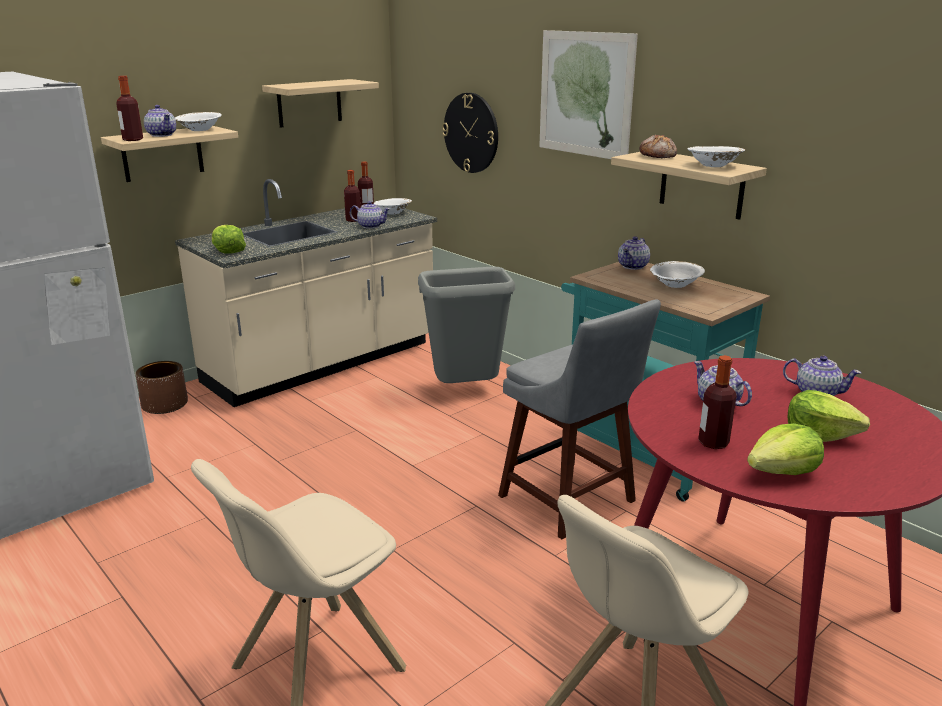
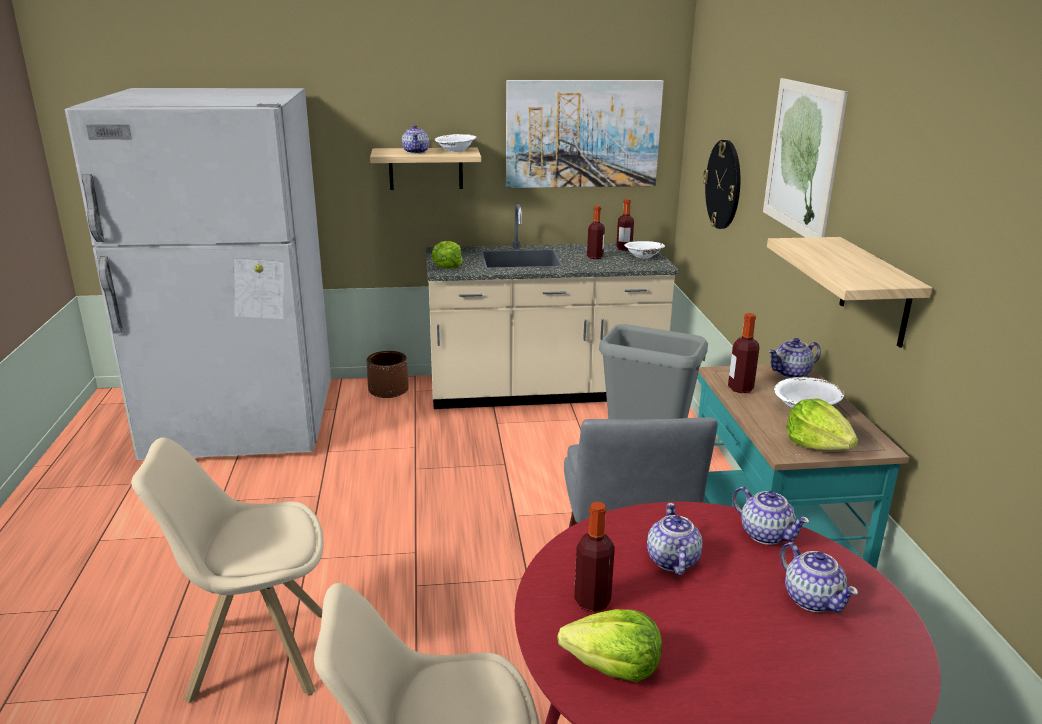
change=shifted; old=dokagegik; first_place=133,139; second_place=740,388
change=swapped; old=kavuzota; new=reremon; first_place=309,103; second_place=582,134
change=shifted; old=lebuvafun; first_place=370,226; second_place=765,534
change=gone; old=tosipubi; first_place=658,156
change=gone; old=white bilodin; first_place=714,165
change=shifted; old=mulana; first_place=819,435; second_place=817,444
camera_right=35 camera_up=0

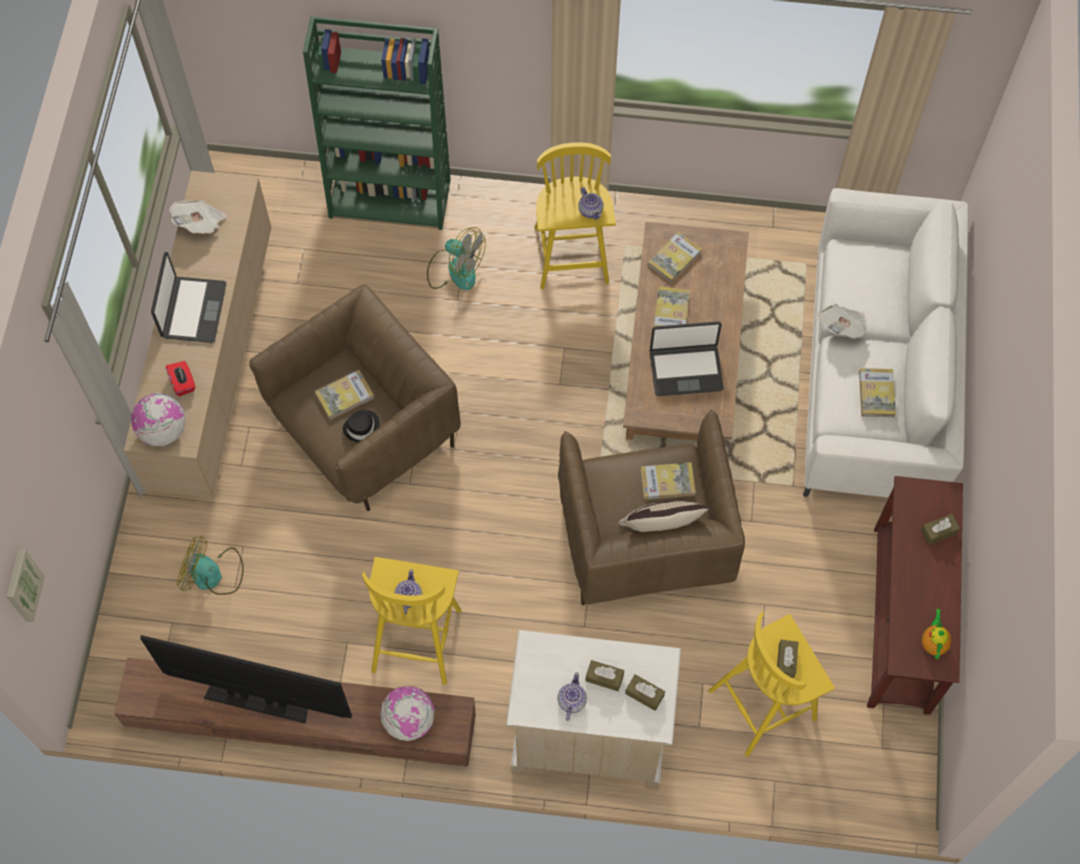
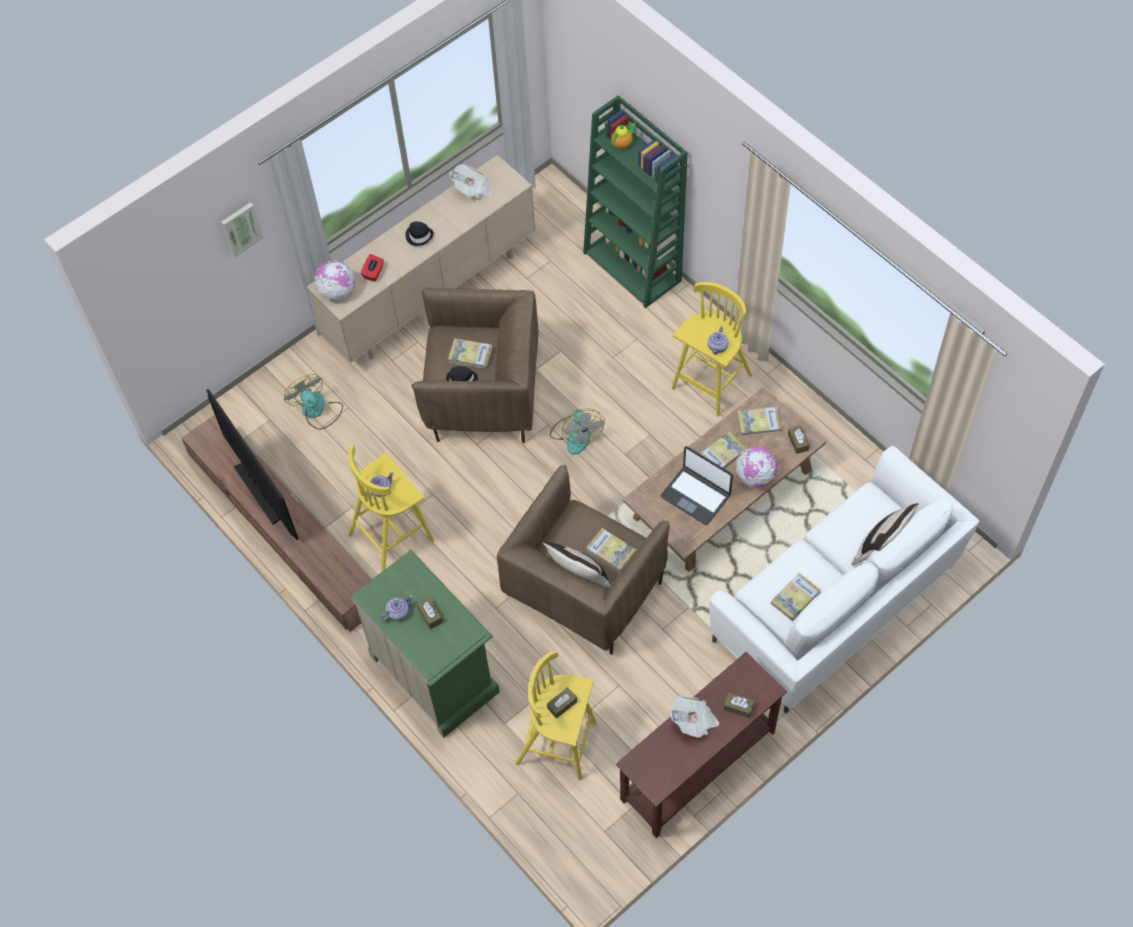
change=shifted; old=reremon; first_place=22,585; second_place=241,228
change=swapped; old=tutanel; new=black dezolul; first_place=193,310; second_place=419,236
change=shifted; old=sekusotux; first_place=409,720; second_place=755,476
change=shifted; old=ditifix; first_place=455,269; second_place=576,434
change=repainted; old=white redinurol; new=green redinurol; first_place=589,736; second_place=434,673
change=shifted; old=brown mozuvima; first_place=644,694; second_place=798,442
change=shifted; old=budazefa; first_place=842,327; second_place=694,721
change=shifted; old=lebuvafun; first_place=933,642; second_place=623,143
change=new; new=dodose; second_place=880,549
camera_right=45 camera_up=-5

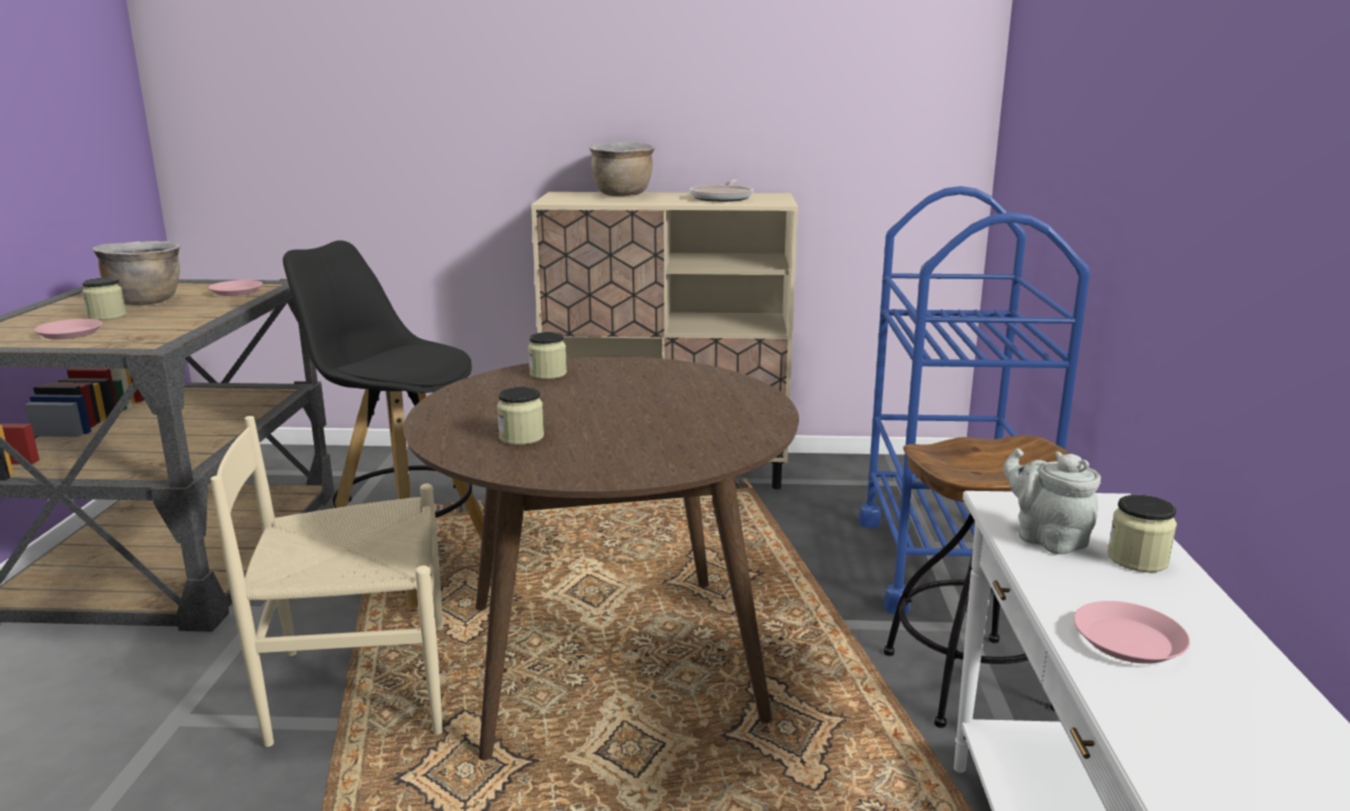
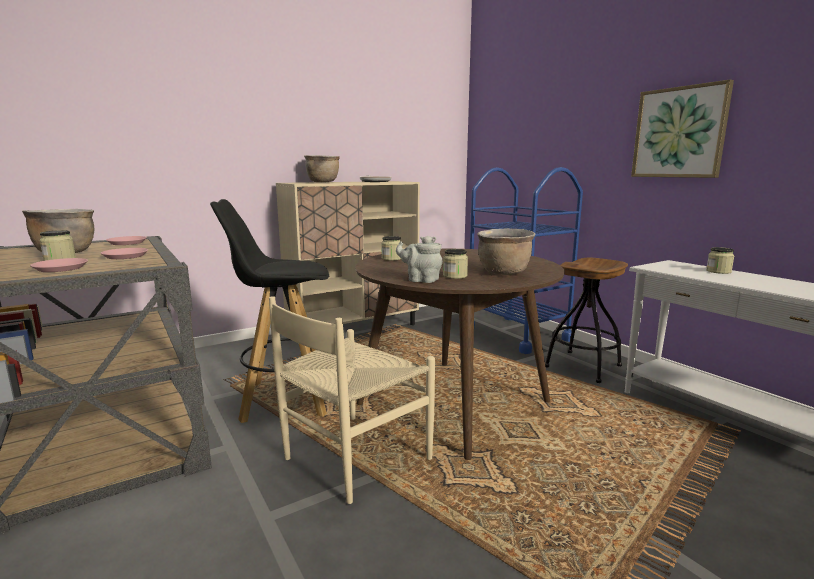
change=shifted; old=grey lebuvafun; first_place=1046,539; second_place=421,280
change=shifted; old=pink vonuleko; first_place=1127,641; second_place=125,256
change=new; new=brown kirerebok; second_place=503,273
change=new; new=reremon; second_place=679,133
camera_right=-35 camera_up=-5

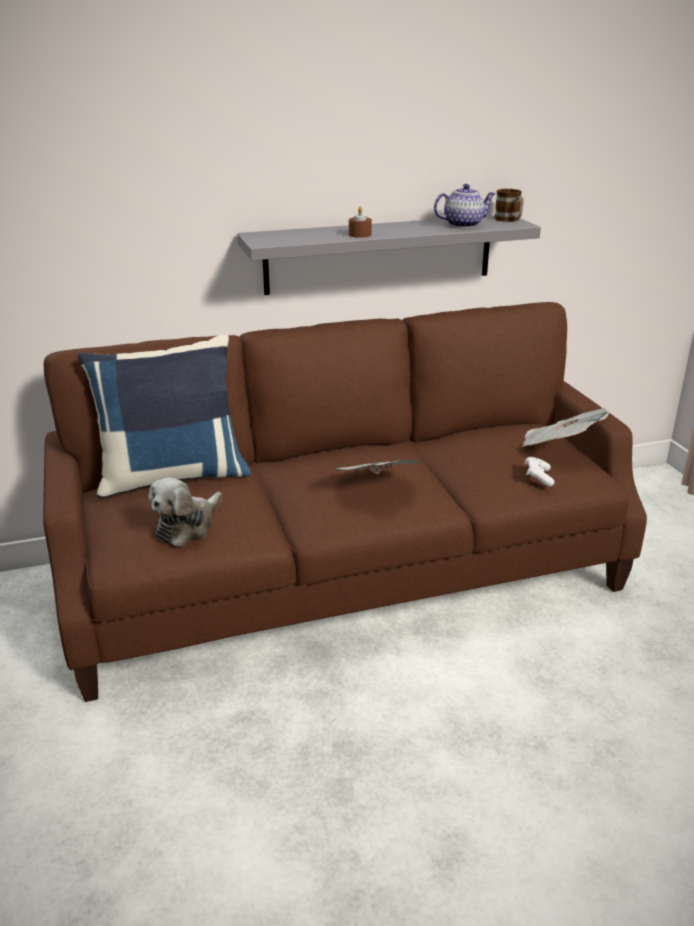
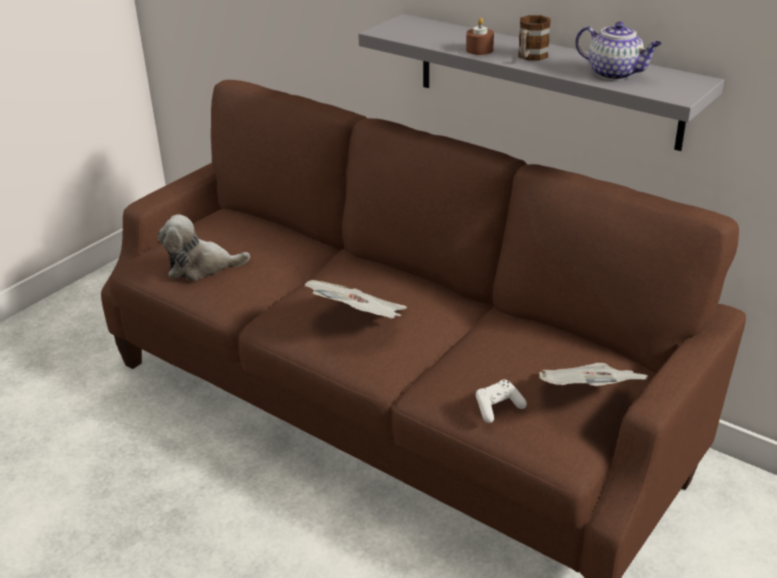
change=gone; old=blue dodose; first_place=173,476
change=shifted; old=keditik; first_place=509,220; second_place=530,57
camera_right=55 camera_up=5

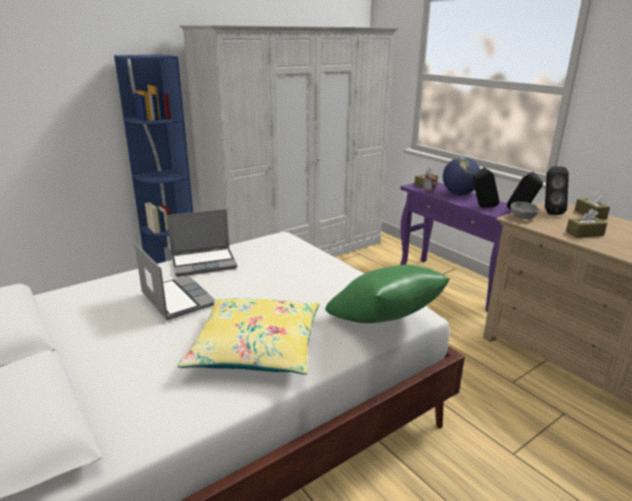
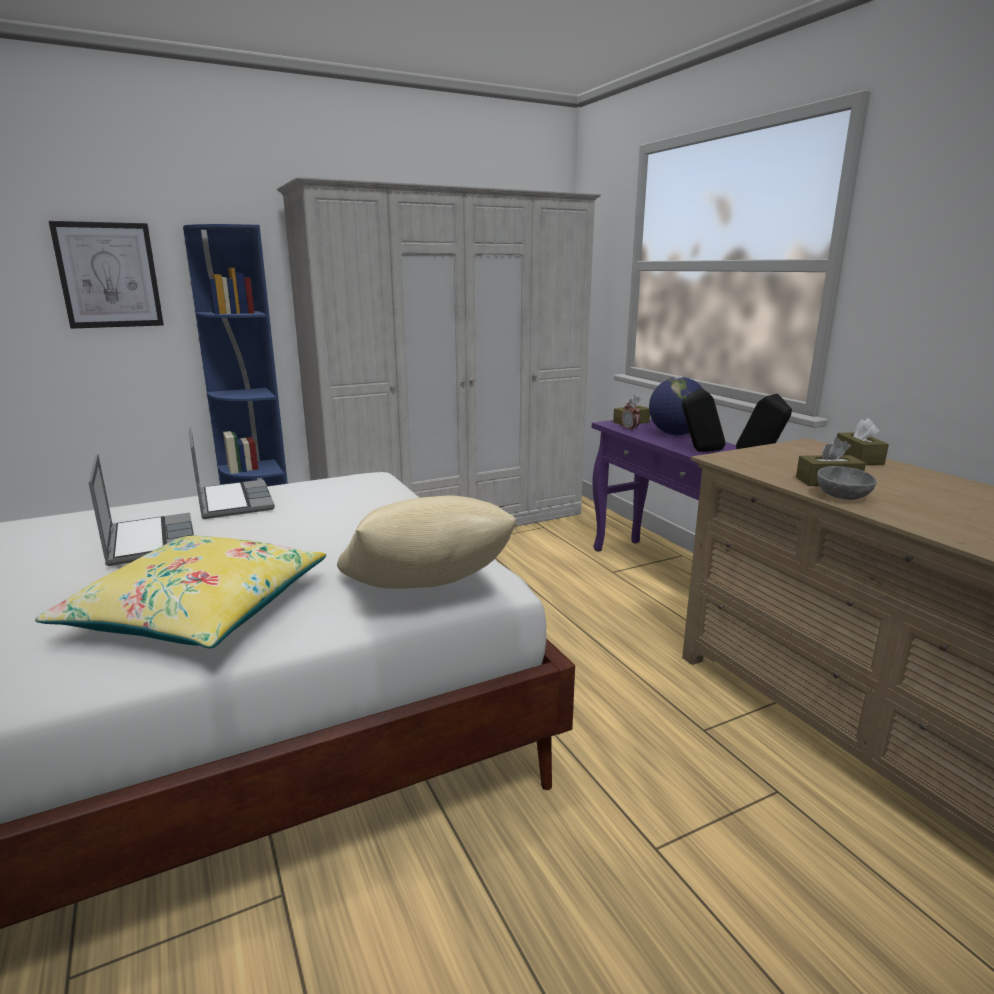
change=rotated; old=tutanel; first_place=204,263; second_place=233,501; degrees=-105
change=repainted; old=green dodose; new=beige dodose; first_place=384,323; second_place=425,593
change=shifted; old=grey bilodin; first_place=523,217; second_place=844,497
change=gone; old=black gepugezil; first_place=549,212
change=new; new=reremon; second_place=109,275
camera_right=10 camera_up=-5

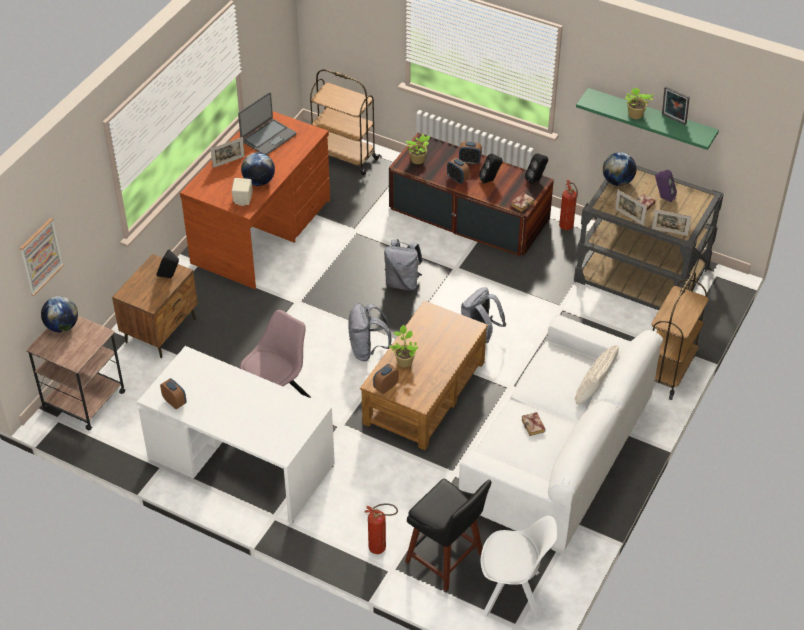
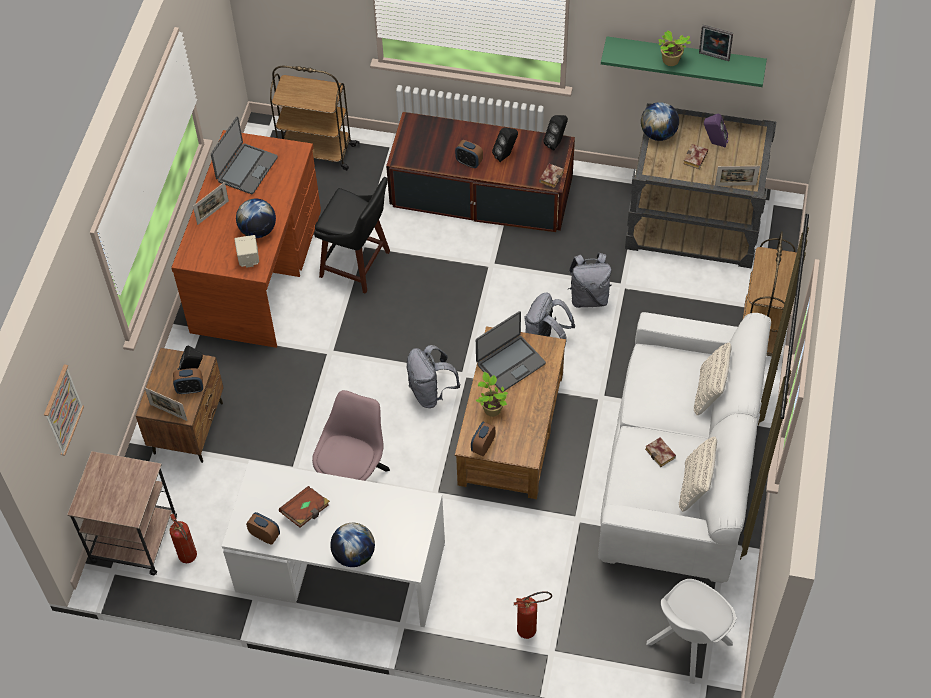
change=shifted; old=sekusotux; first_place=62,326; second_place=354,555
change=shifted; old=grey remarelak; first_place=402,282; second_place=589,297
change=gone; old=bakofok; first_place=418,160
change=shifted; old=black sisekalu; first_place=447,560; second_place=358,265
change=shifted; old=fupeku; first_place=470,161; second_place=190,389
change=rotated; old=white sisekalu; first_place=512,594; second_place=688,644; degrees=150
change=shifted; old=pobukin; first_place=567,228; second_place=190,559
change=shifted; old=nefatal; first_place=629,217; second_place=168,412
change=new; new=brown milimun; second_place=306,511
change=new; new=tutanel; second_place=510,363
change=new; new=beige dodose; second_place=695,488
camera_right=-15 camera_up=10

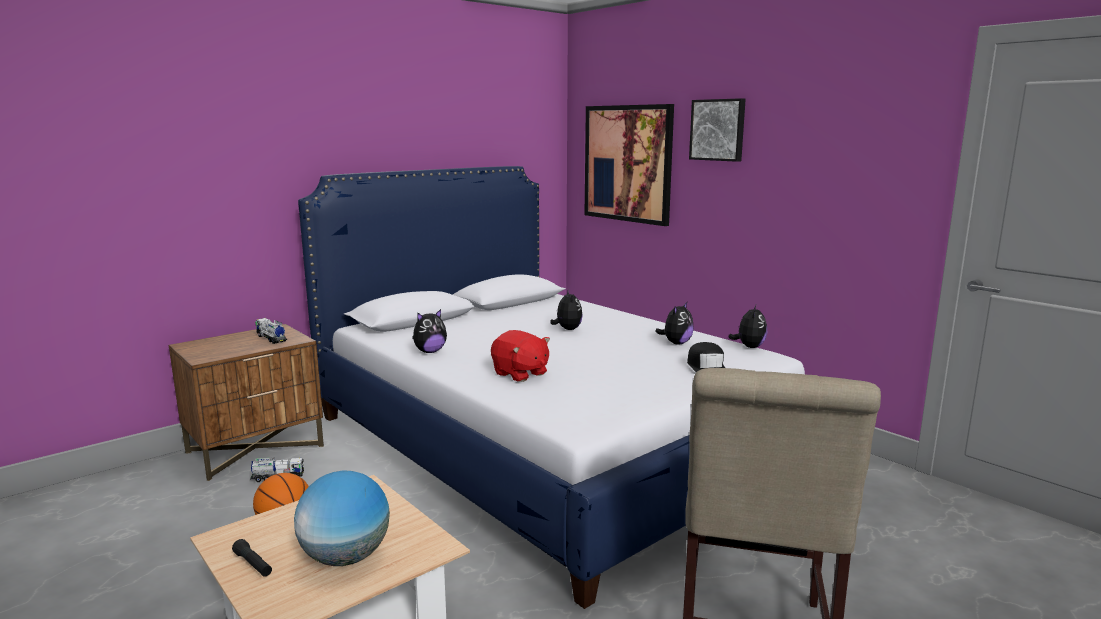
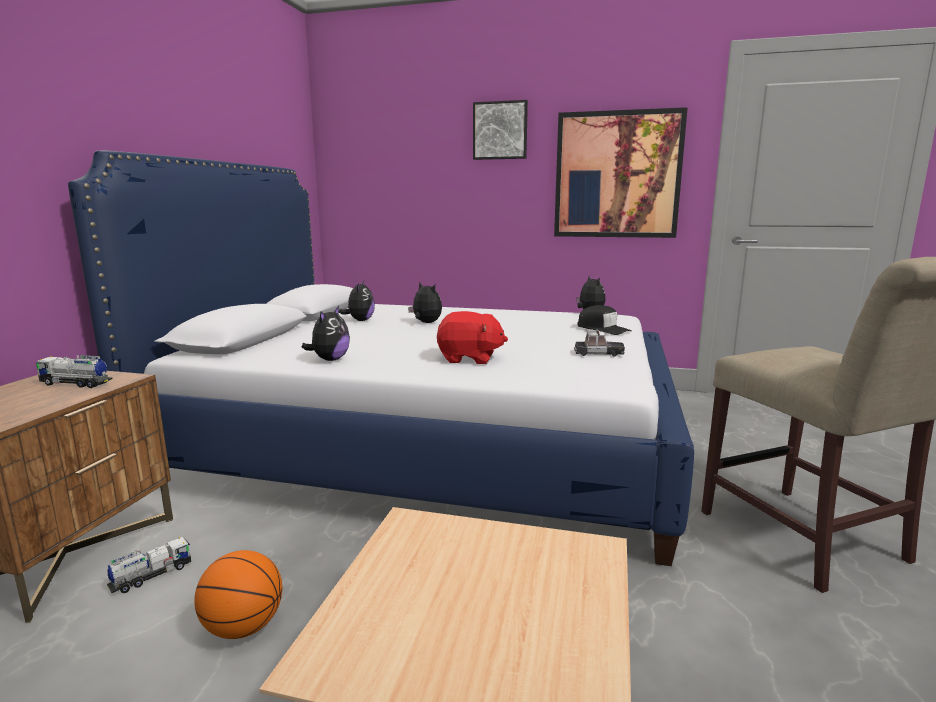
change=gone; old=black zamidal; first_place=253,564
change=gone; old=sekusotux; first_place=346,557
change=shifted; old=reremon; first_place=627,163; second_place=617,175
change=shifted; old=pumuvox; first_place=676,343; second_place=360,320
change=new; new=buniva; second_place=598,353
camera_right=-35 camera_up=0

